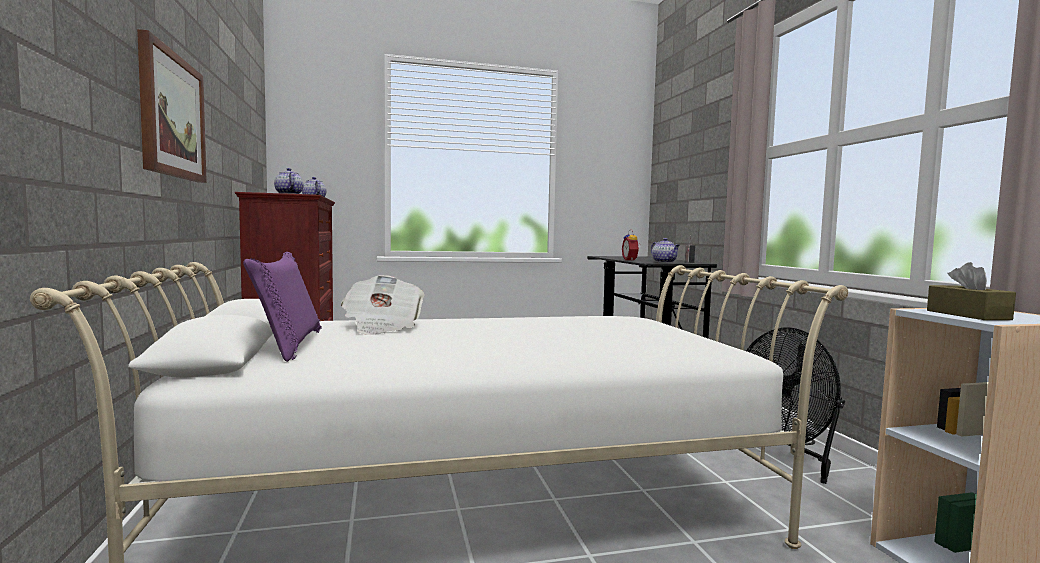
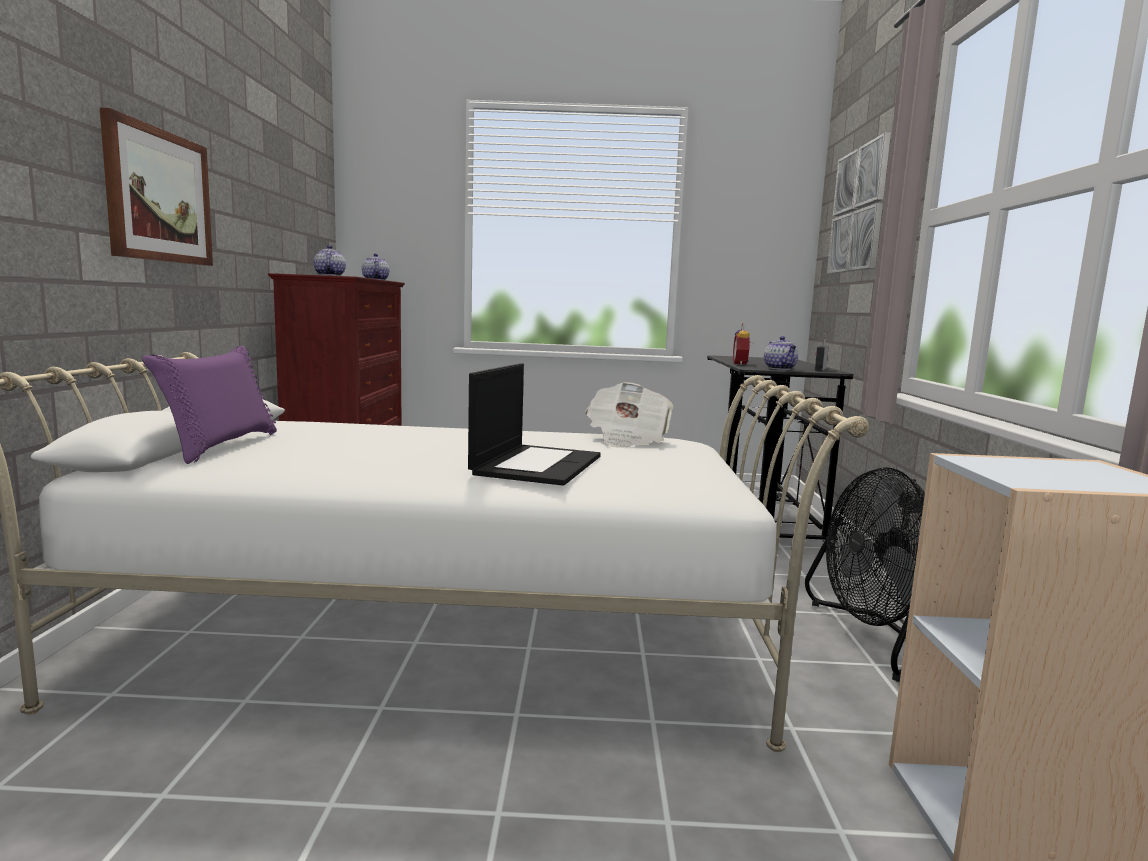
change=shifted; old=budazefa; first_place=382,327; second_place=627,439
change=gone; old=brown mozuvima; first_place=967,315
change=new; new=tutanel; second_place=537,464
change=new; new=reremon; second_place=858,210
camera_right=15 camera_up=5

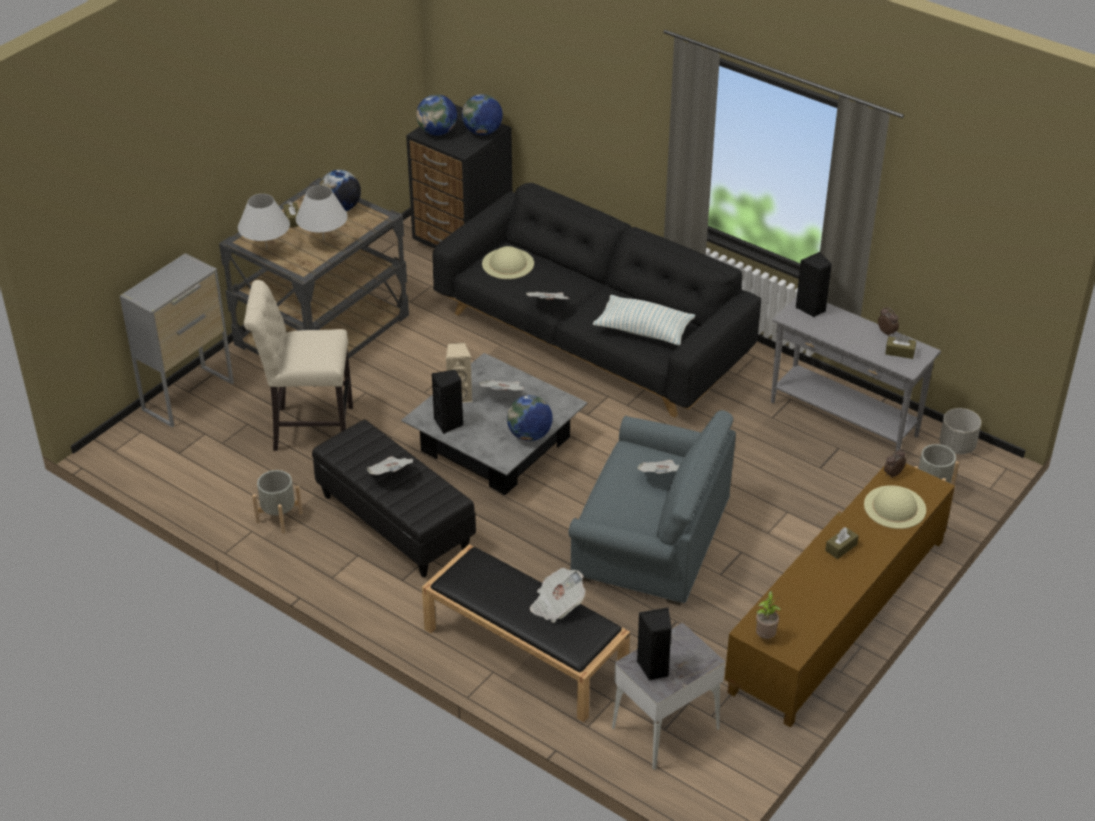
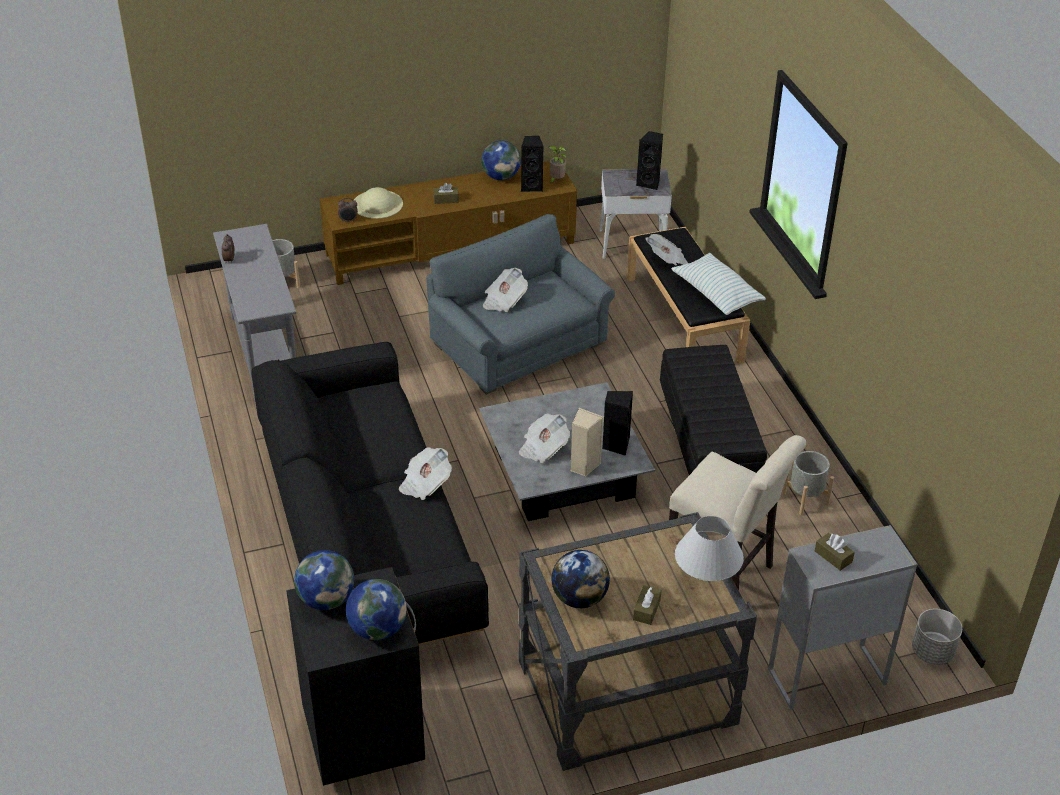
change=gone; old=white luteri; first_place=323,240
change=gone; old=budazefa; first_place=390,474
change=gone; old=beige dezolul; first_place=508,263
change=shifted; old=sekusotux; first_place=529,435; second_place=501,177
change=shifted; old=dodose; first_place=644,330; second_place=716,294
change=shifted; old=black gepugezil; first_place=811,308; second_place=531,186
change=shifted; old=brown mozuvima; first_place=899,352; second_place=833,556
change=shifted; old=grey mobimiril; first_place=956,446; second_place=932,652
camera_right=-145 camera_up=0

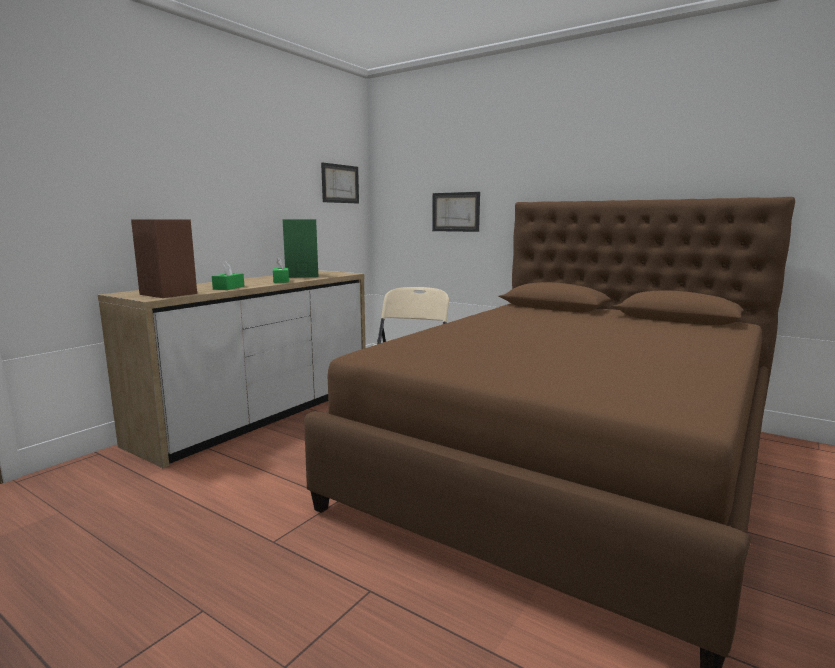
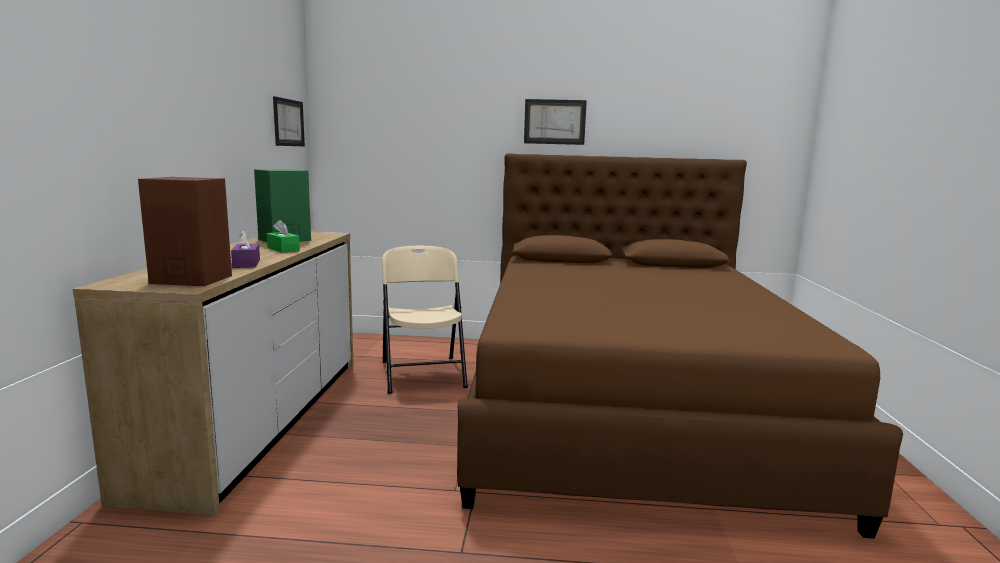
change=repainted; old=green mozuvima; new=purple mozuvima; first_place=229,288; second_place=246,264
change=shifted; old=reremon; first_place=455,212; second_place=554,122
camera_right=-30 camera_up=0

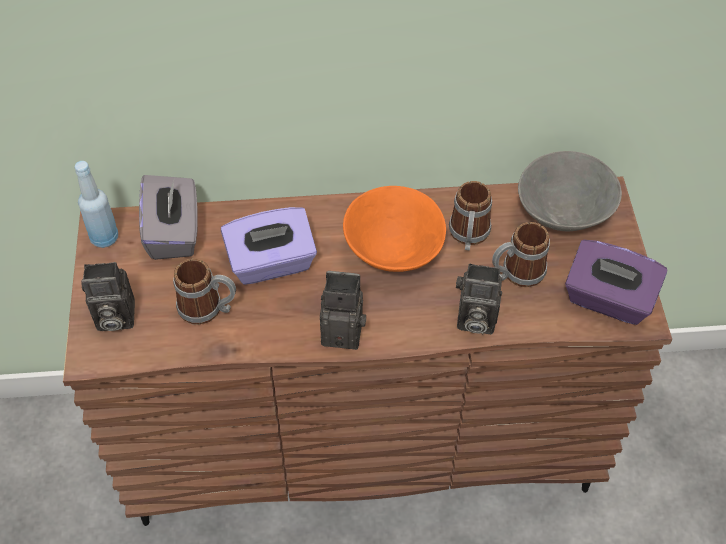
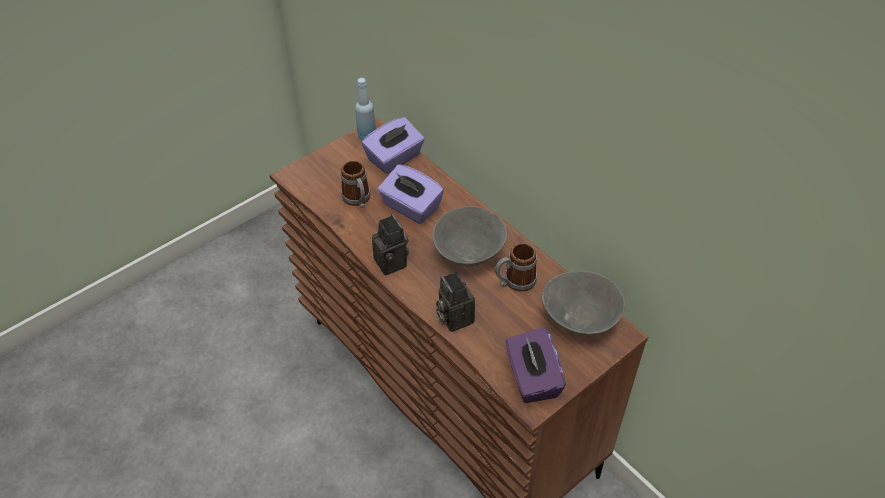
change=gone; old=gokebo; first_place=113,318
change=repainted; old=grey mozuvima; new=purple mozuvima; first_place=174,233; second_place=395,158
change=repainted; old=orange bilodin; new=grey bilodin; first_place=394,253; second_place=468,254
change=gone; old=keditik; first_place=516,274
camera_right=55 camera_up=-5

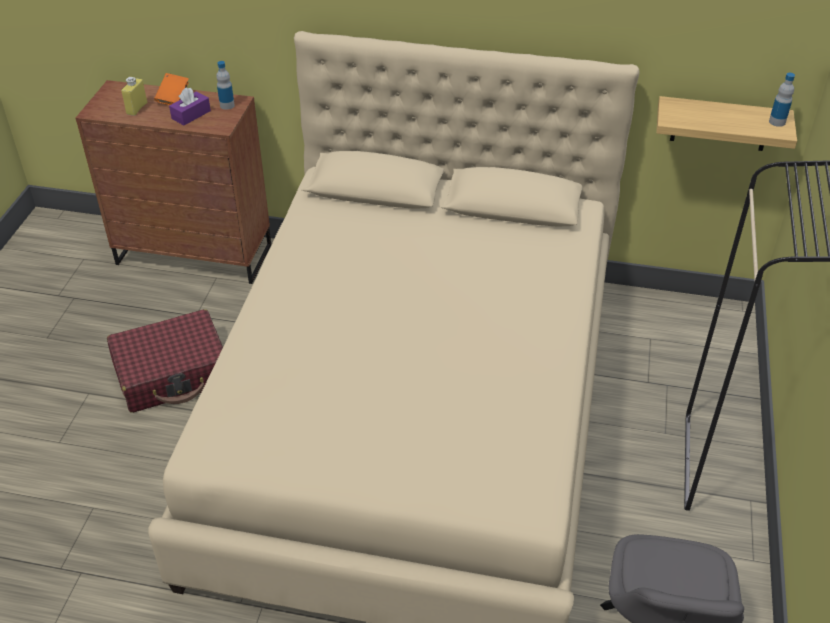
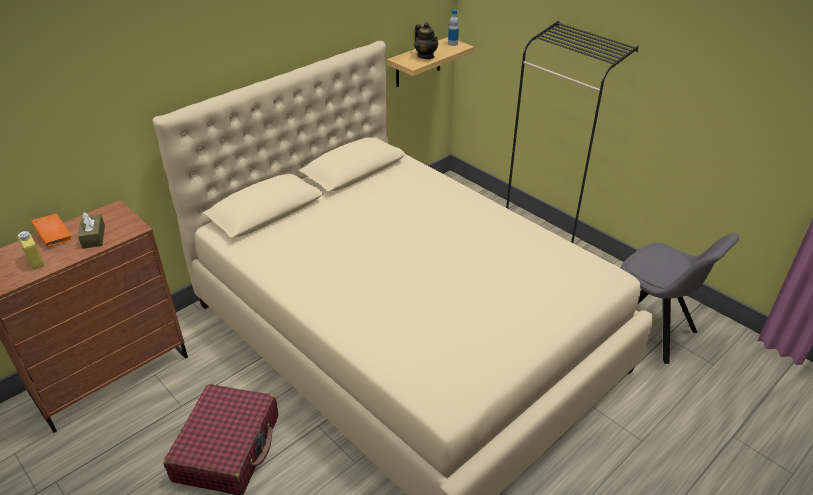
change=repainted; old=purple mozuvima; new=brown mozuvima; first_place=191,115; second_place=93,237
change=gone; old=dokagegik; first_place=227,105
change=new; new=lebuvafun; second_place=426,56
camera_right=-55 camera_up=-5

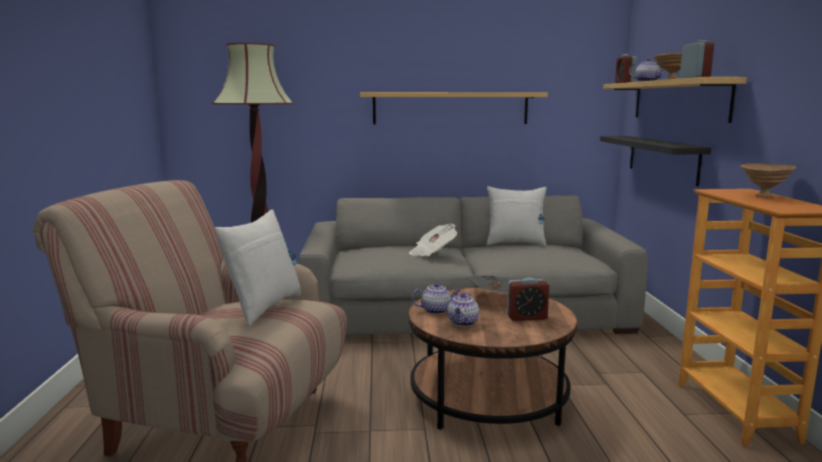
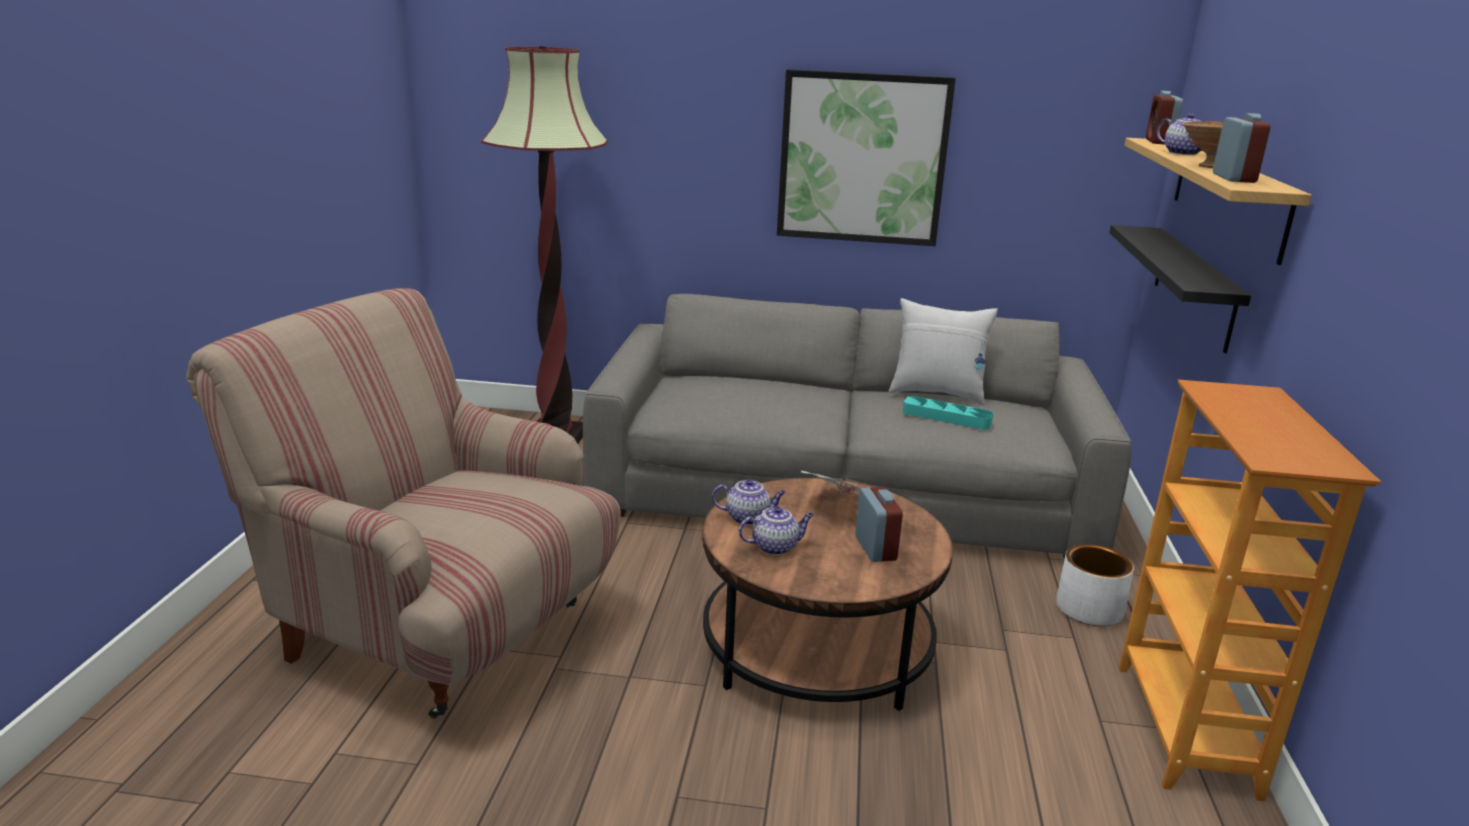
change=gone; old=grey dodose; first_place=264,308
change=swapped; old=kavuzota; new=reremon; first_place=450,108; second_place=862,158
change=gone; old=budazefa; first_place=432,253
change=rotated; old=lebuvafun; first_place=463,323; second_place=775,547; degrees=-135
change=rotated; old=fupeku; first_place=526,317; second_place=875,548; degrees=-105
change=gone; old=brown bilodin; first_place=764,197
change=new; new=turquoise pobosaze; second_place=946,417
change=new; new=white mobimiril; second_place=1089,609
camera_right=10 camera_up=10

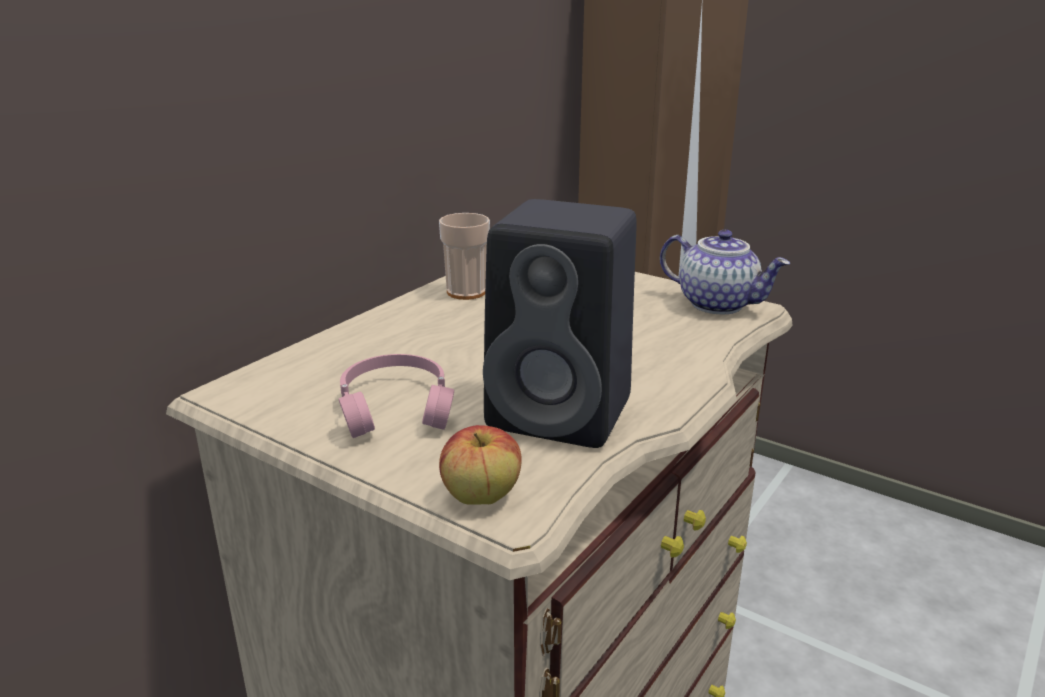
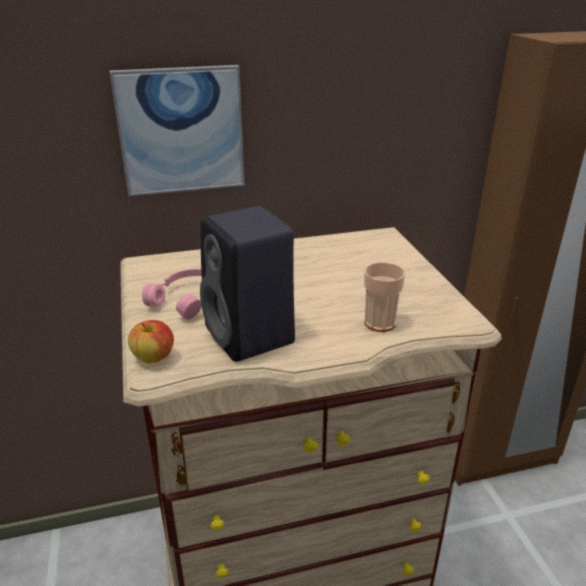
change=shifted; old=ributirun; first_place=466,292; second_place=380,323
change=gone; old=lebuvafun; first_place=718,304
change=new; new=reremon; second_place=181,131
camera_right=40 camera_up=5

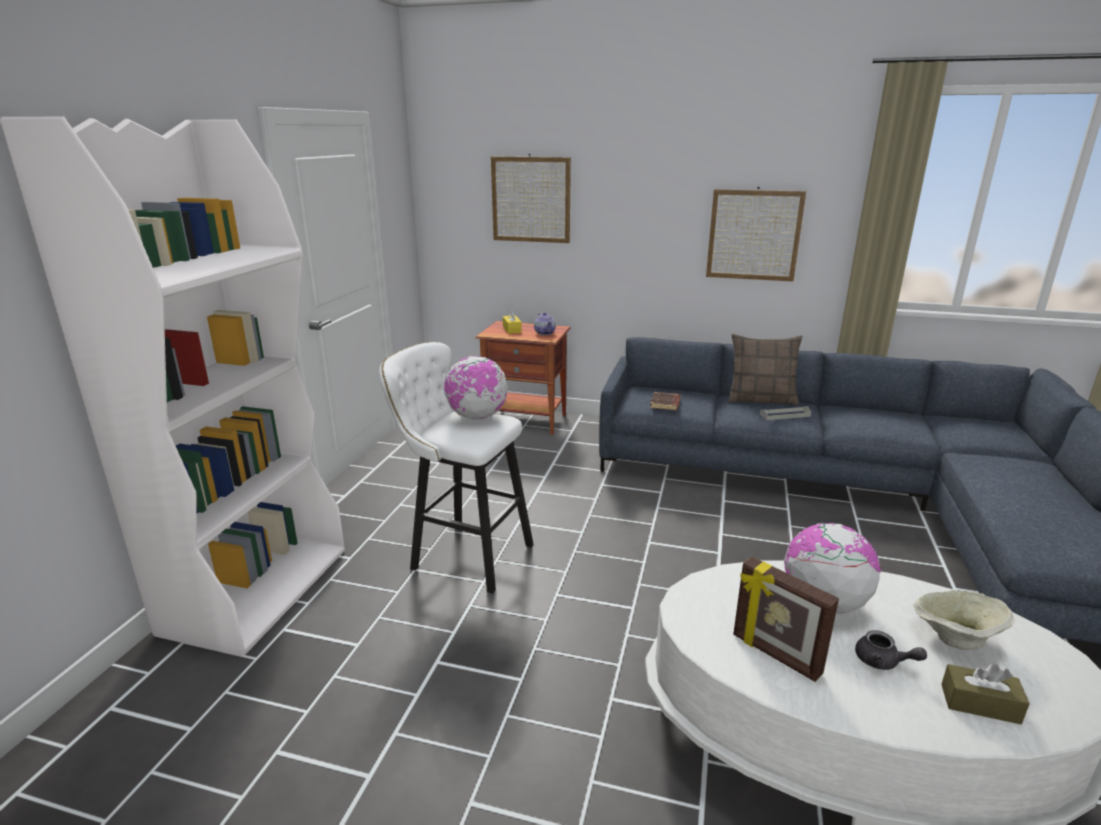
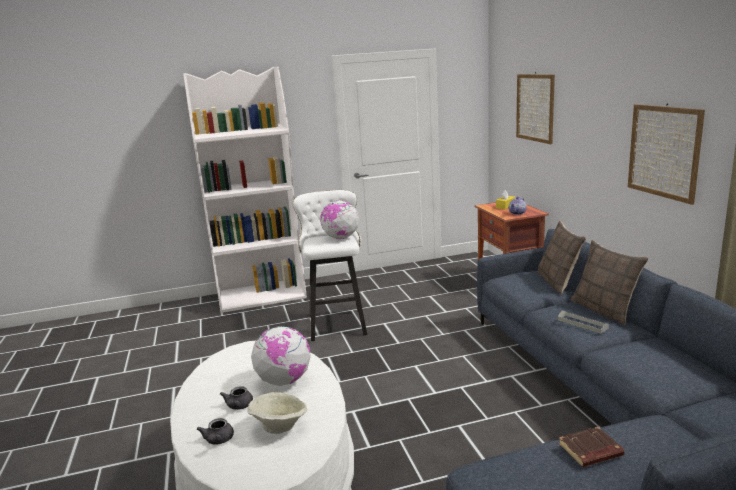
change=shifted; old=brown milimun; first_place=666,404; second_place=590,451
change=gone; old=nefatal; first_place=775,655
change=swapped; old=brown mozuvima; new=grey lebuvafun; first_place=980,704; second_place=218,441
change=new; new=dodose; second_place=558,282
camera_right=60 camera_up=-5

